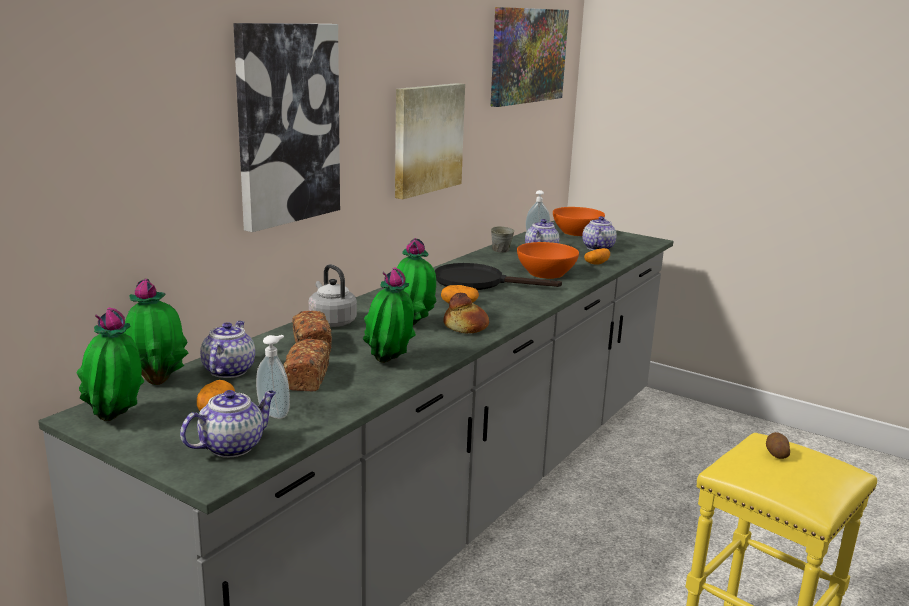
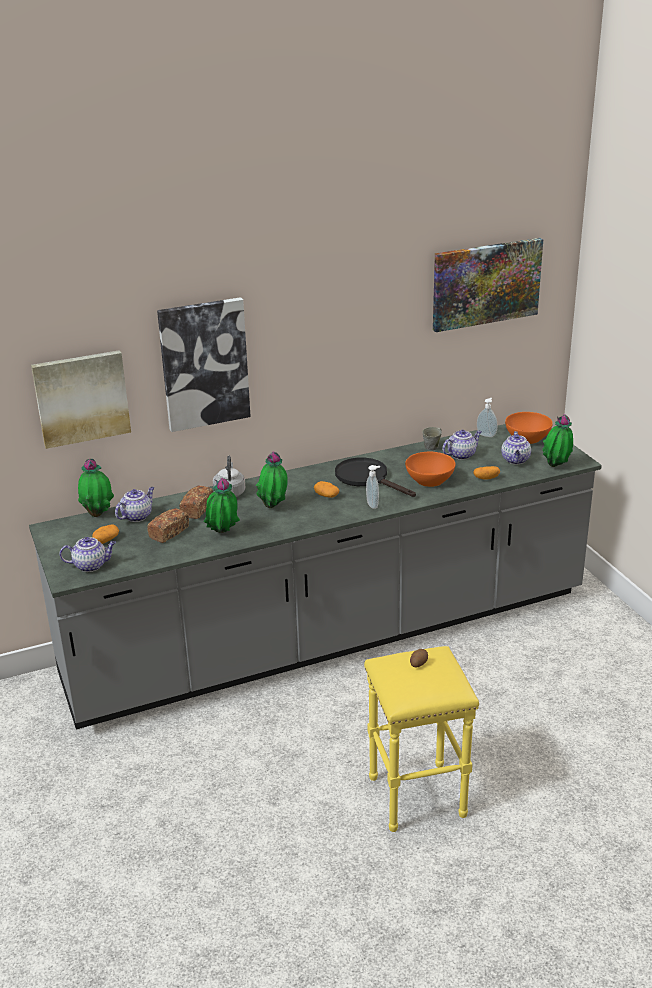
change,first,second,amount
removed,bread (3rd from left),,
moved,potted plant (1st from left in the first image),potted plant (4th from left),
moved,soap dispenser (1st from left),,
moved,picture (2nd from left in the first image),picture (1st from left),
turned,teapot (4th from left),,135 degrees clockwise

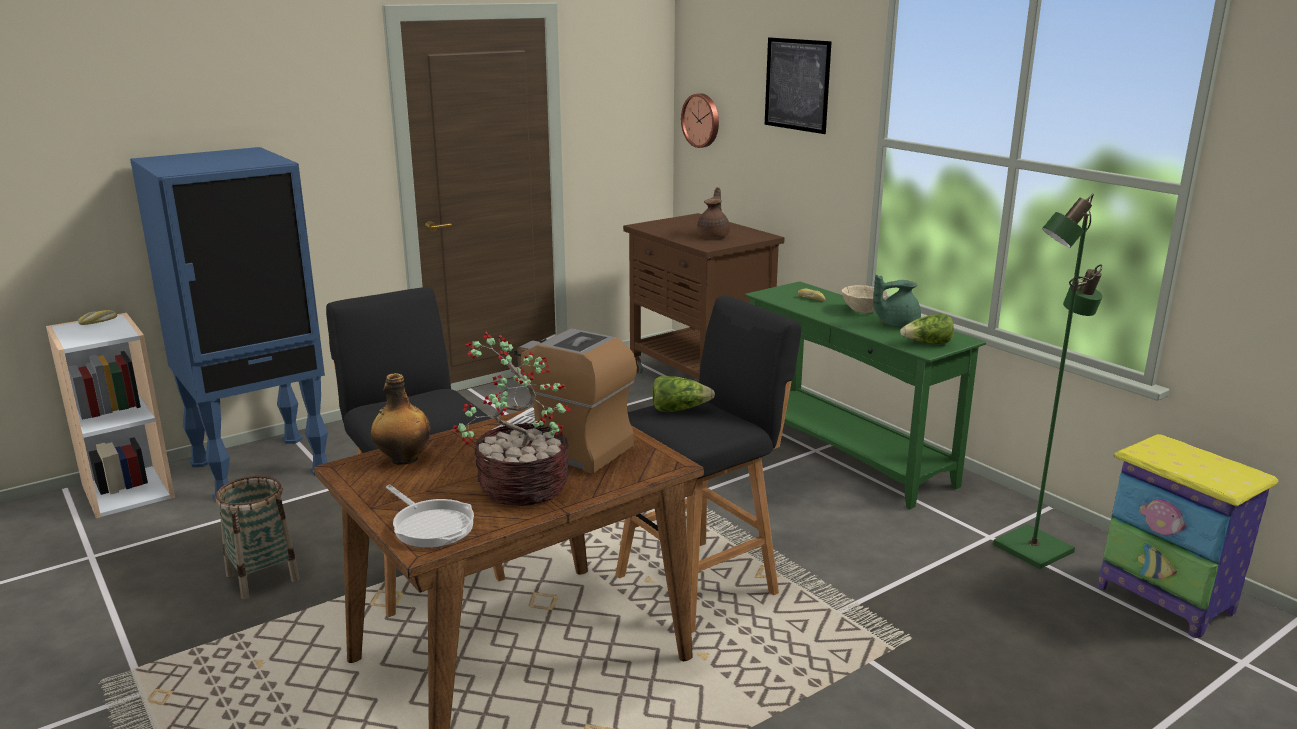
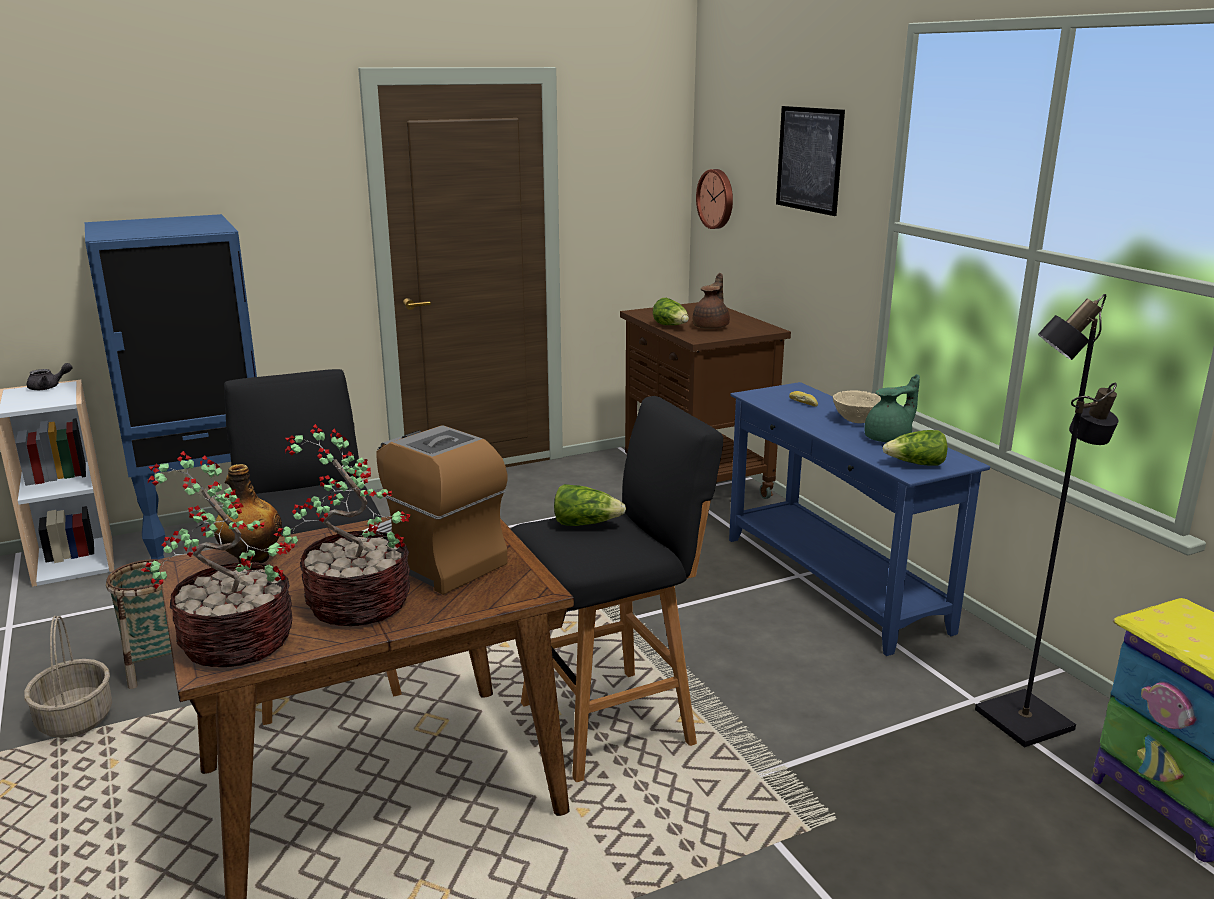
change,first,second,amount
added,,basket (1st from left),
added,,lettuce (2nd from left),
replaced,bread (1st from left),grey teapot,
replaced,frying pan,potted plant (1st from left),
recoloured,green console table,blue console table,
recoloured,green floor lamp,black floor lamp,
turned,green teapot,,150 degrees clockwise

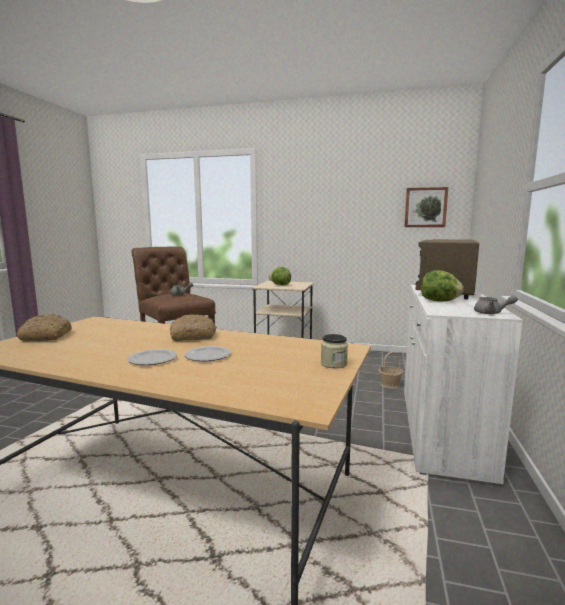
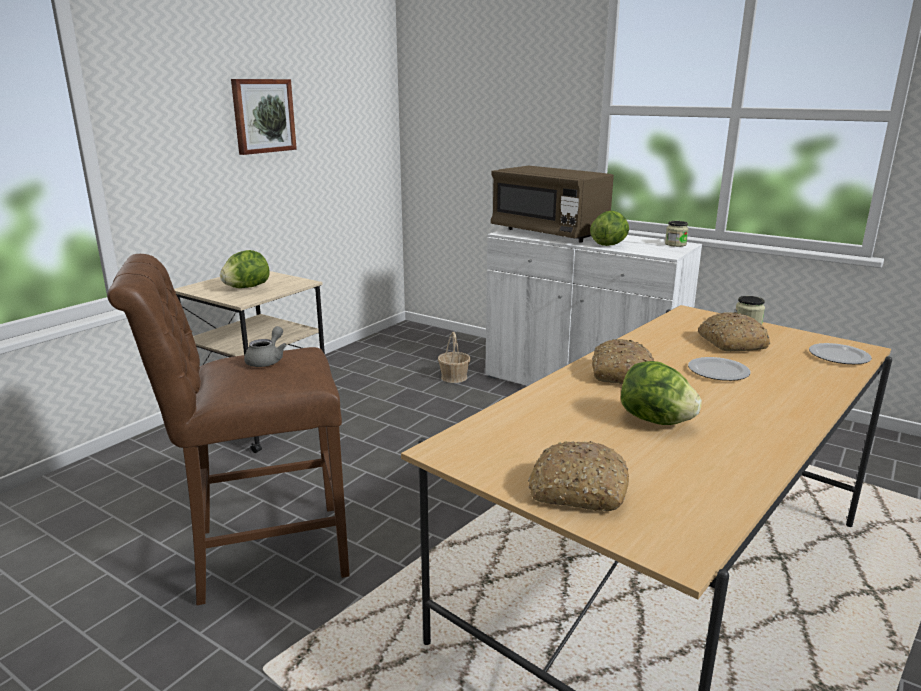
change,first,second,amount
added,,lettuce (3rd from left),
added,,bread (3rd from left),
moved,plate (1st from left in the first image),plate (2nd from left),
moved,picture,,
replaced,grey teapot (2nd from left),jar (1st from left),

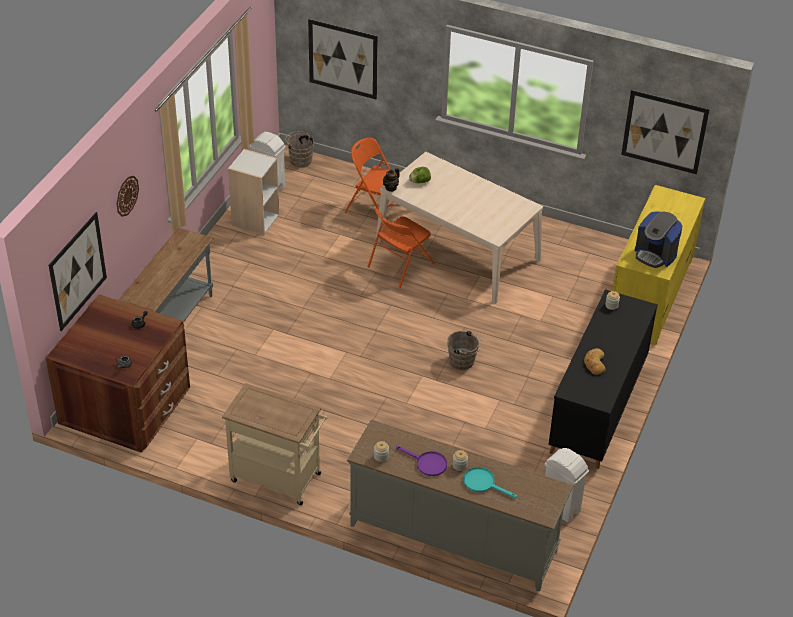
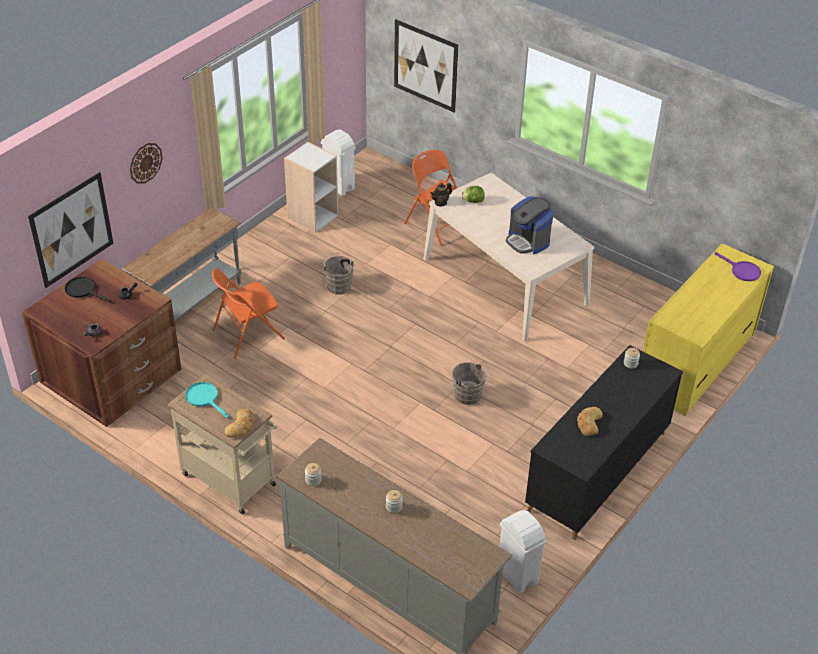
change,first,second,amount
removed,picture (3rd from left),,
added,,black frying pan,
added,,bread (1st from left),
moved,brown bucket (1st from left),,
moved,orange chair (2nd from left in the first image),orange chair (1st from left),
moved,purple frying pan,,
moved,turquoise frying pan,,
moved,coffee machine,,

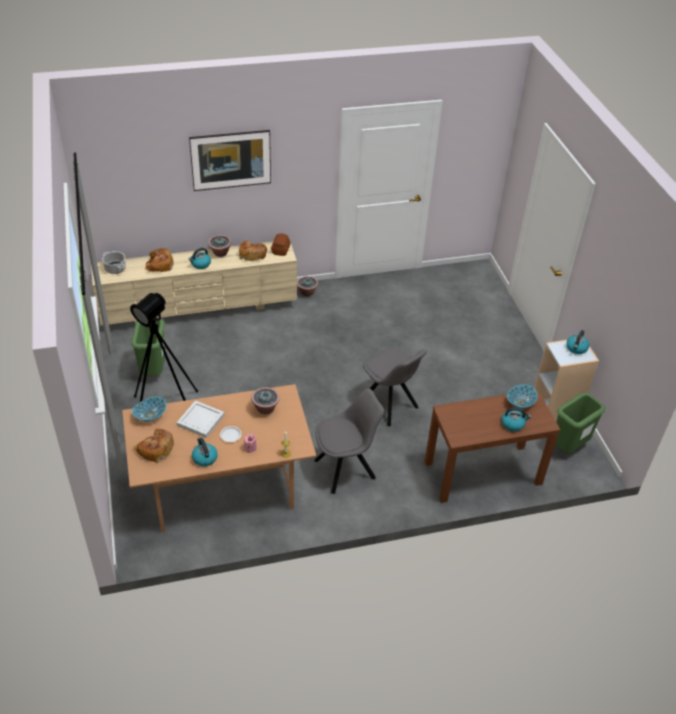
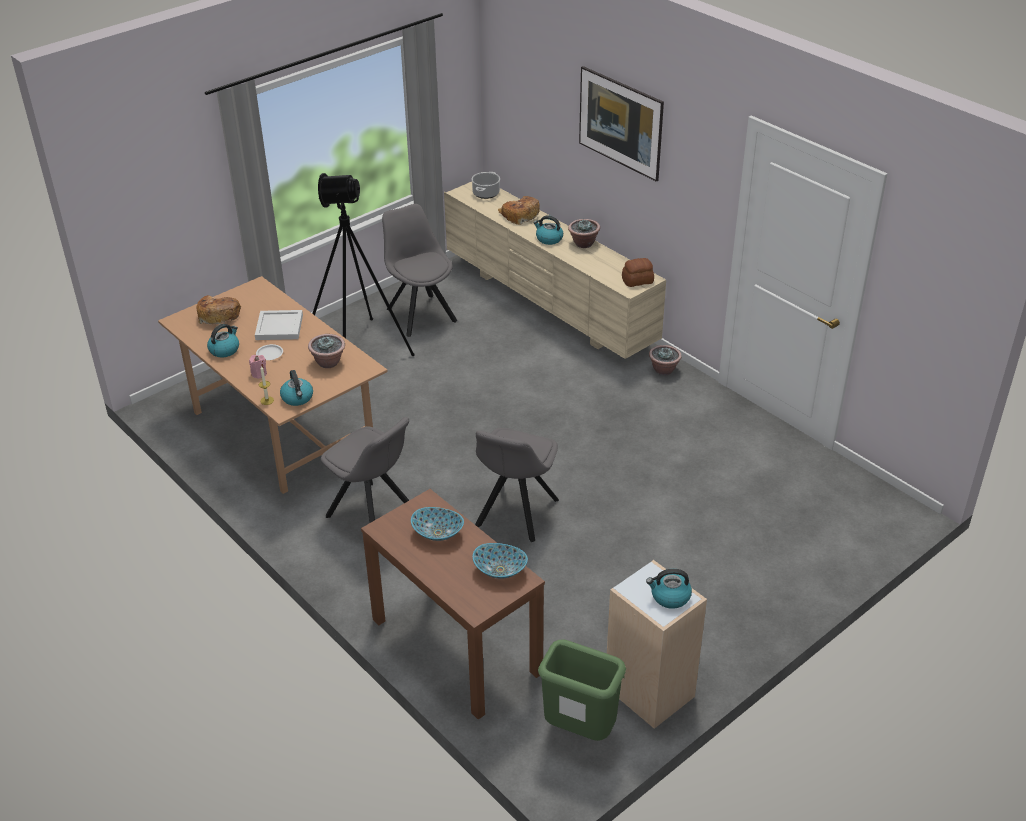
change,first,second,amount
removed,bread (3rd from left),,
moved,bowl (1st from left),,
moved,kettle (3rd from left in the first image),kettle (2nd from left),
replaced,green trash can (1st from left),grey chair (2nd from left),

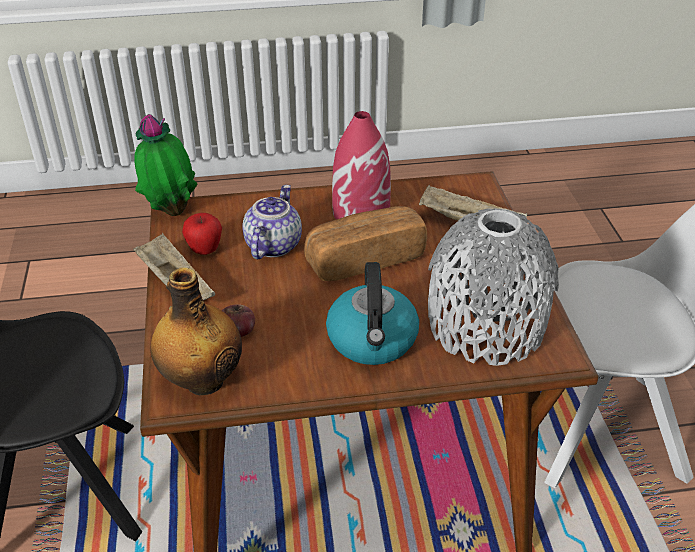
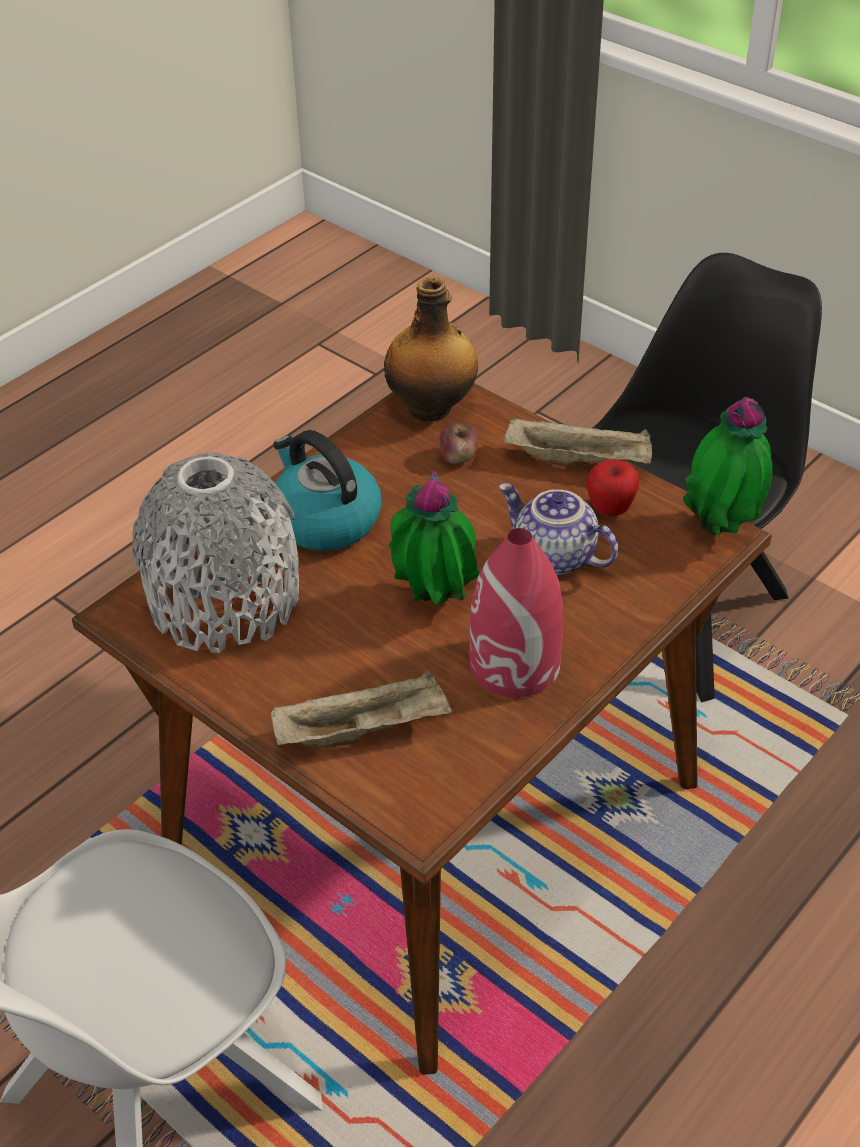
change,first,second,amount
replaced,bread,potted plant (1st from left),
turned,teapot,,150 degrees clockwise

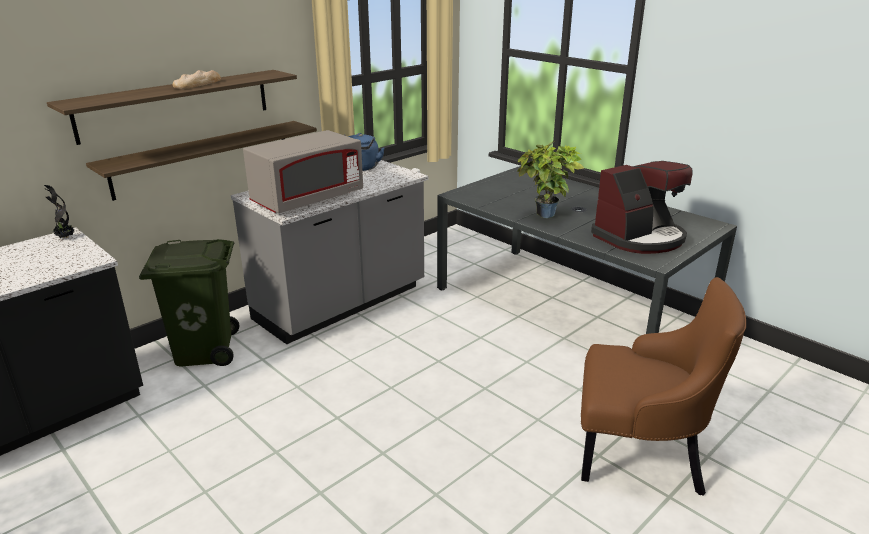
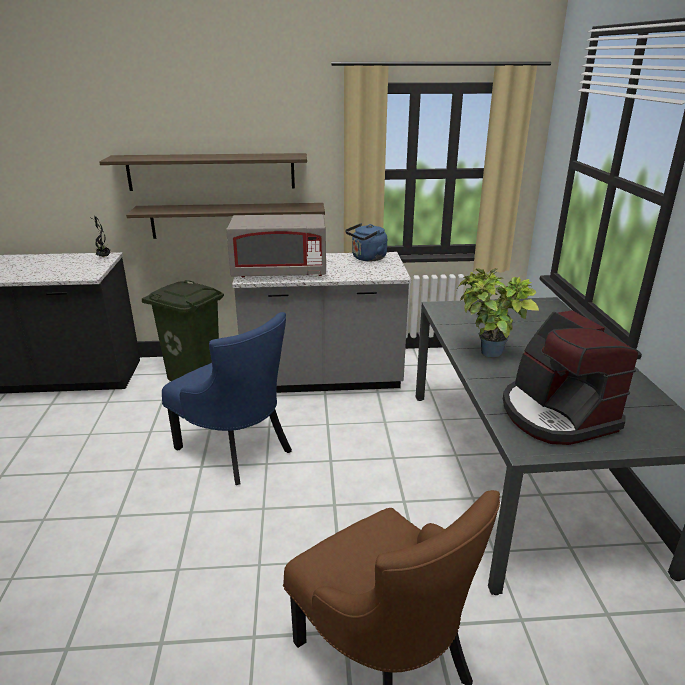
change,first,second,amount
removed,bread,,
added,,blue chair,
turned,coffee machine,,60 degrees clockwise

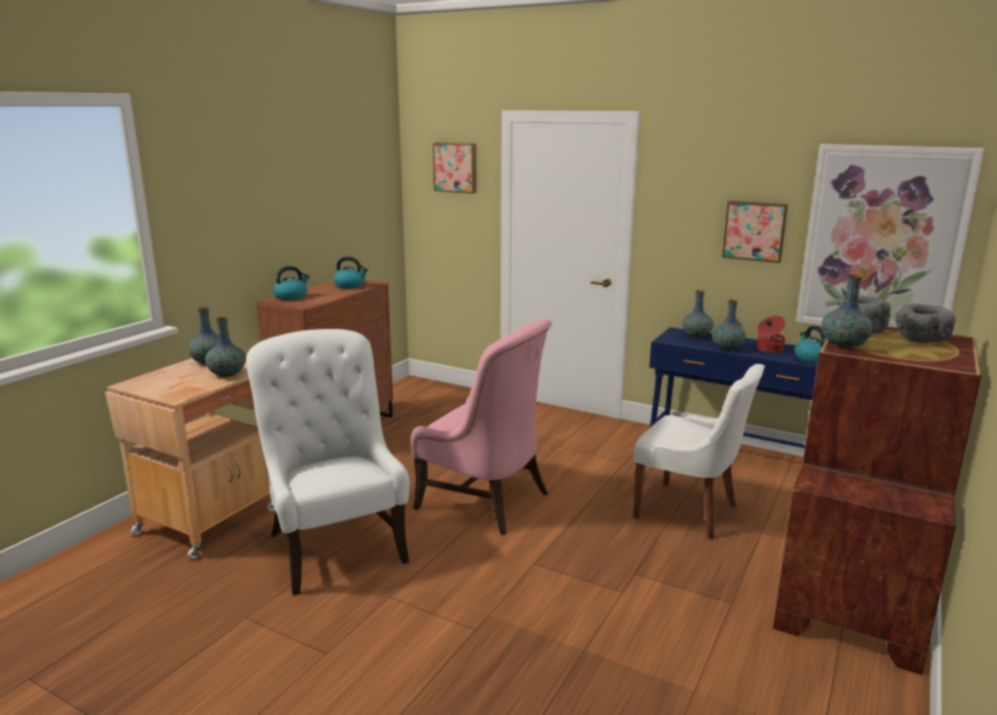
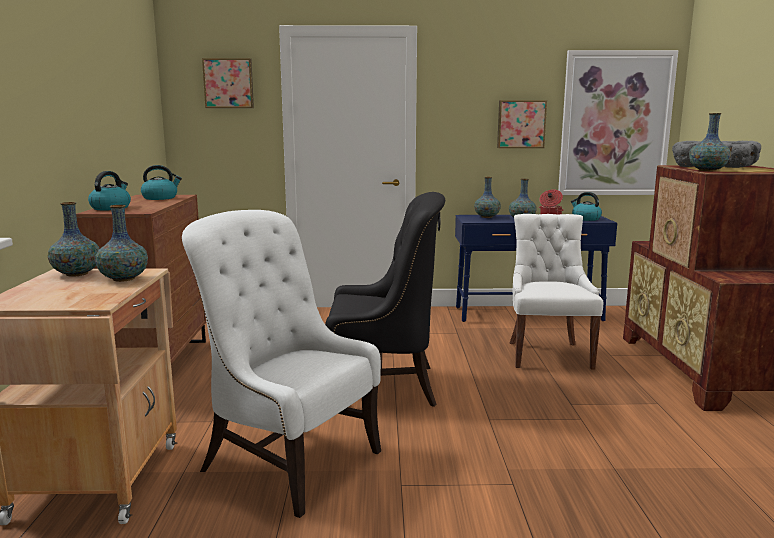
change,first,second,amount
recoloured,pink chair,black chair,
turned,white chair (2nd from left),,90 degrees counterclockwise

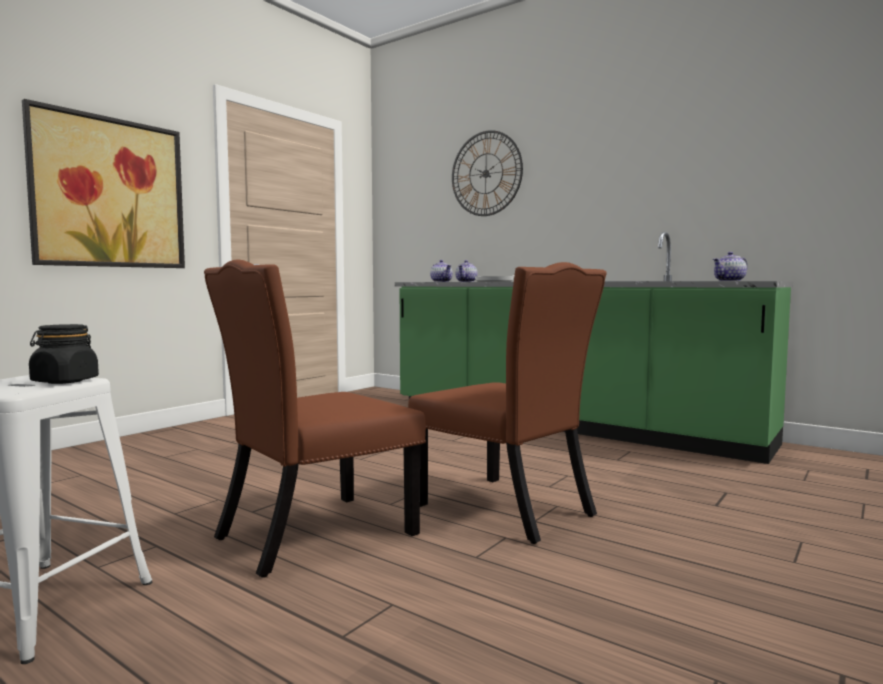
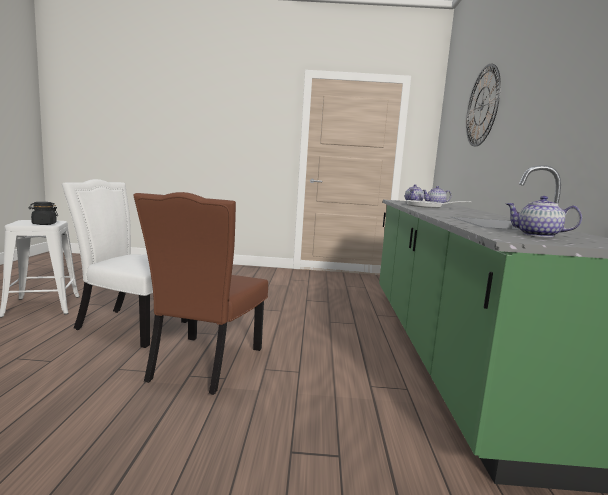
change,first,second,amount
removed,picture,,
recoloured,brown chair (1st from left),white chair,

